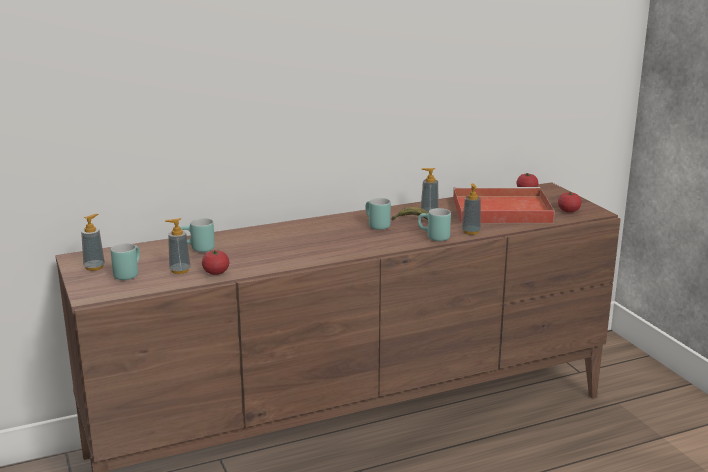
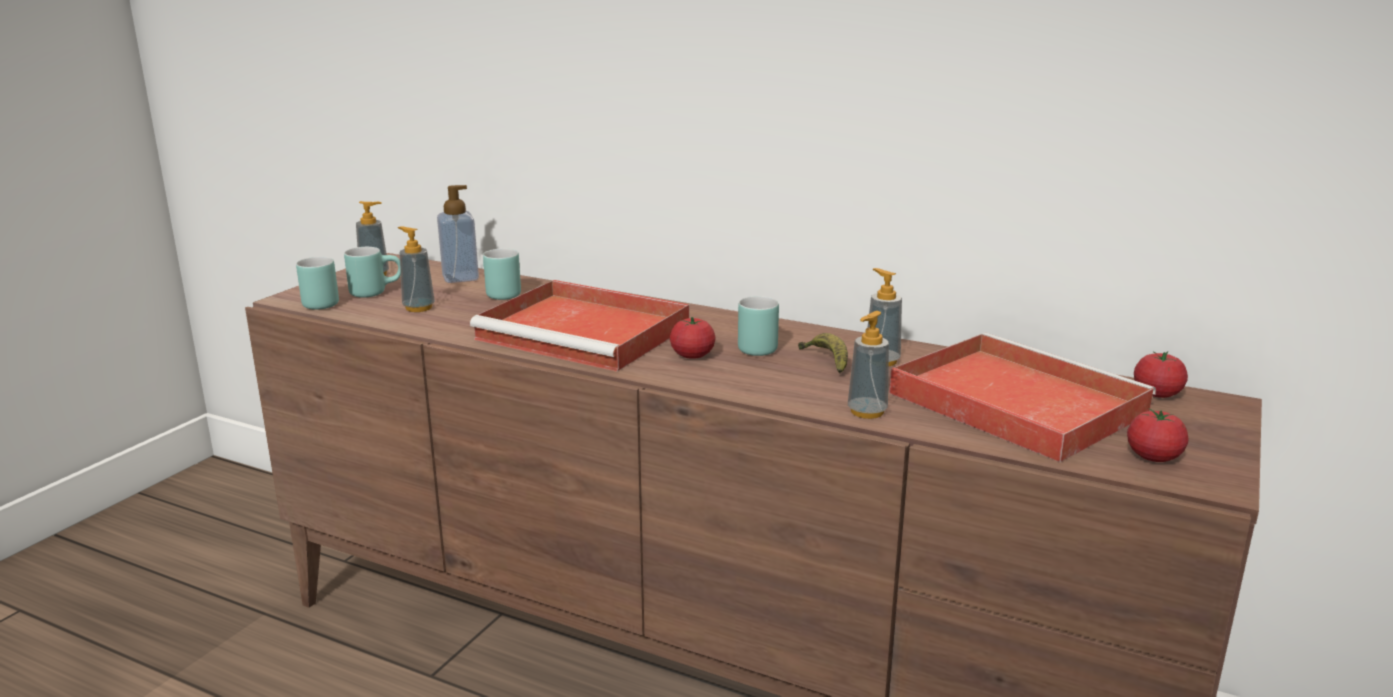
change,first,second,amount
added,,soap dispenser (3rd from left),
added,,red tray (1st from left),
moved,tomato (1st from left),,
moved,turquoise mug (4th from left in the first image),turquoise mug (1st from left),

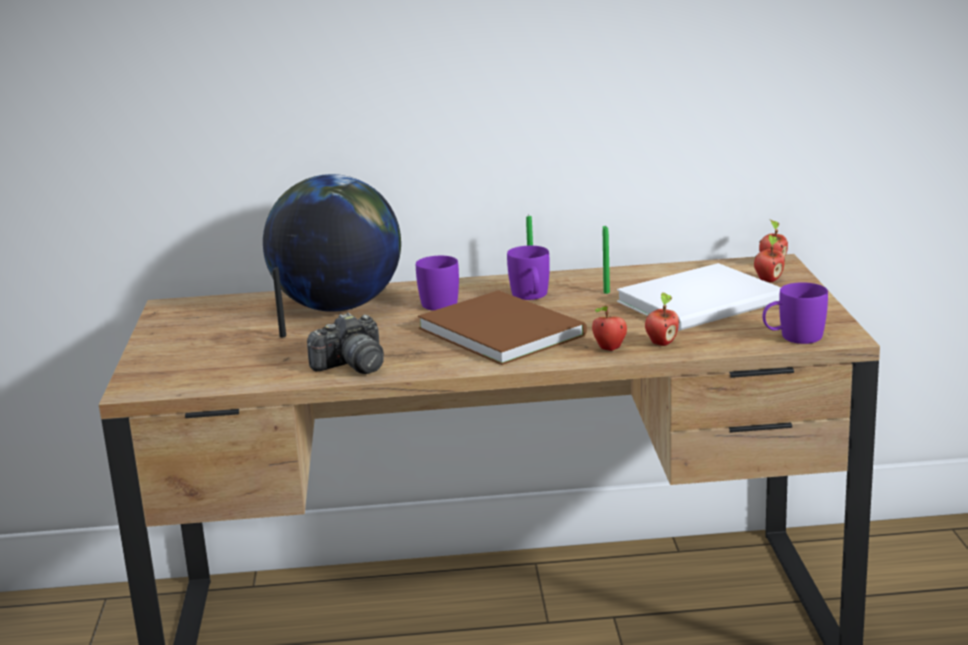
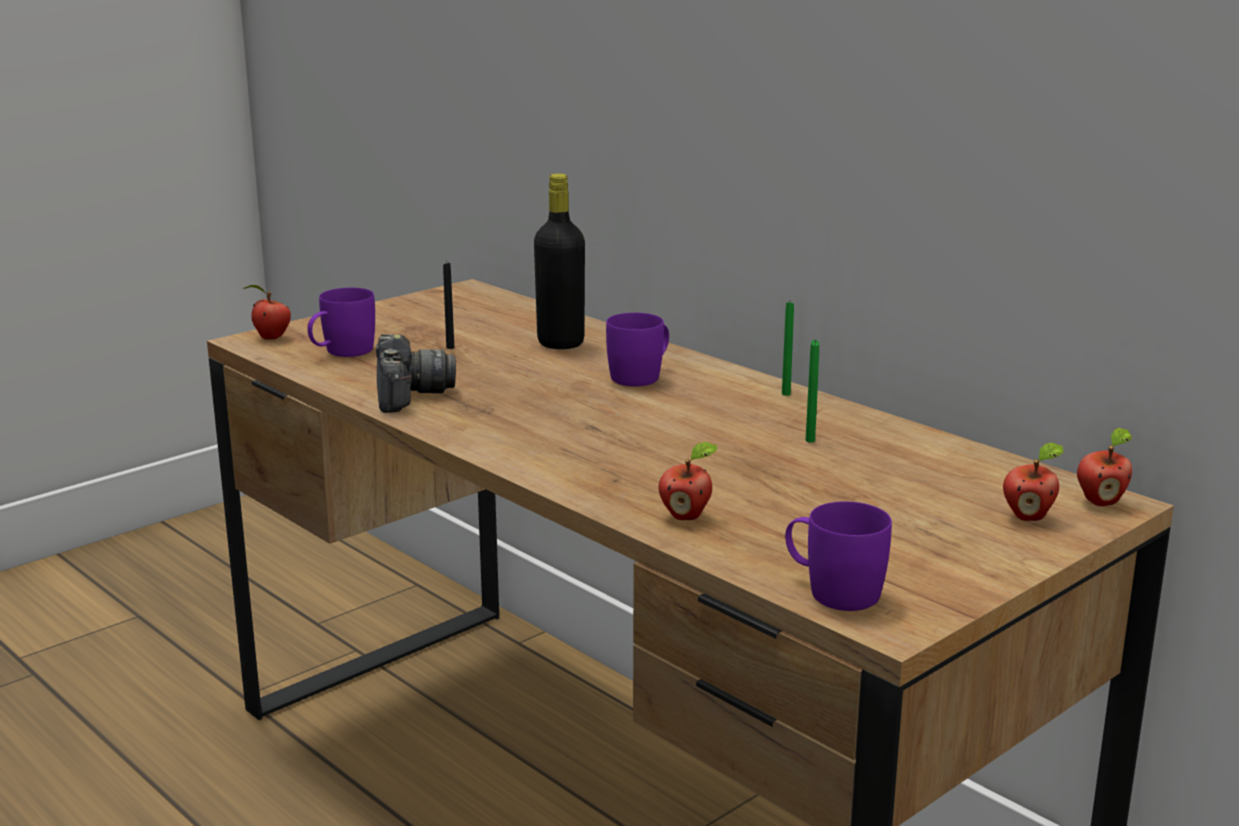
change,first,second,amount
removed,brown book,,
removed,white book,,
moved,purple mug (2nd from left in the first image),purple mug (1st from left),
moved,apple (1st from left),,
replaced,globe,black bottle,
turned,photo camera,,120 degrees counterclockwise

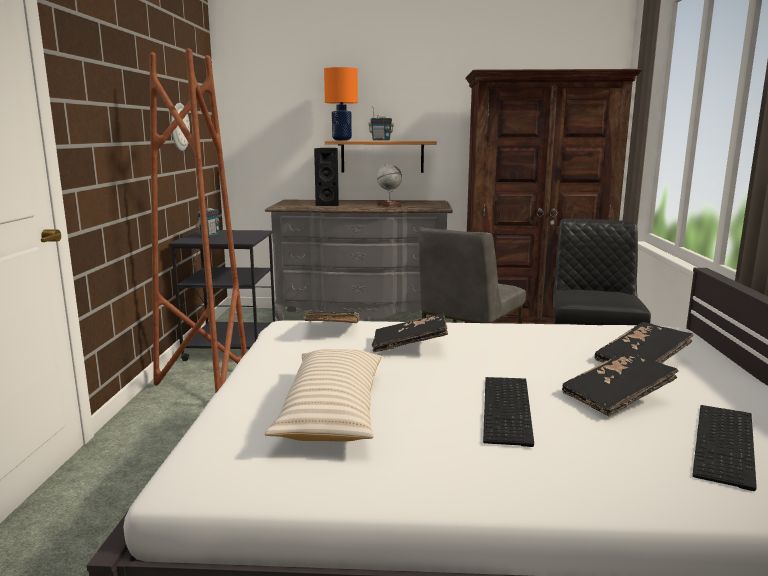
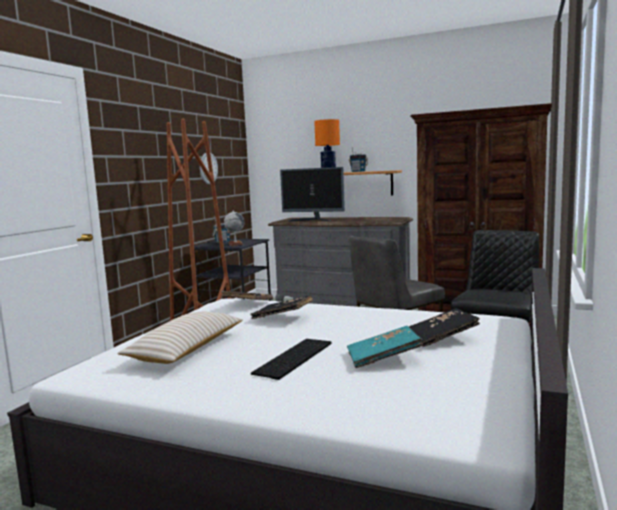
change,first,second,amount
removed,keyboard (2nd from left),,
moved,globe,,
replaced,black speaker,monitor,
recoloured,black book (3rd from left),turquoise book,

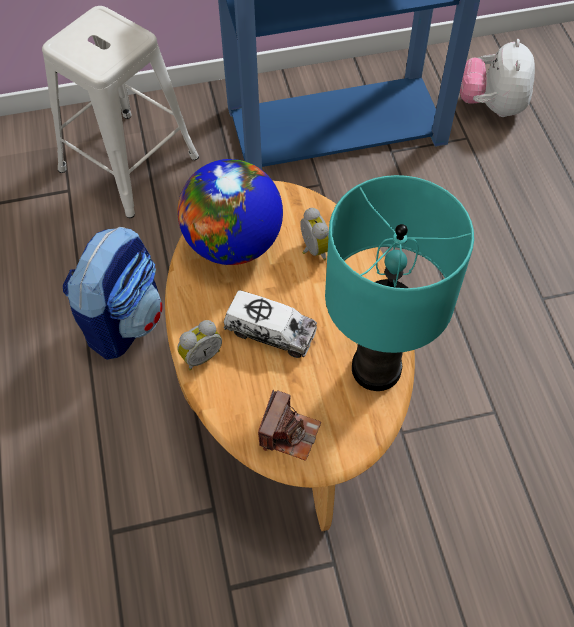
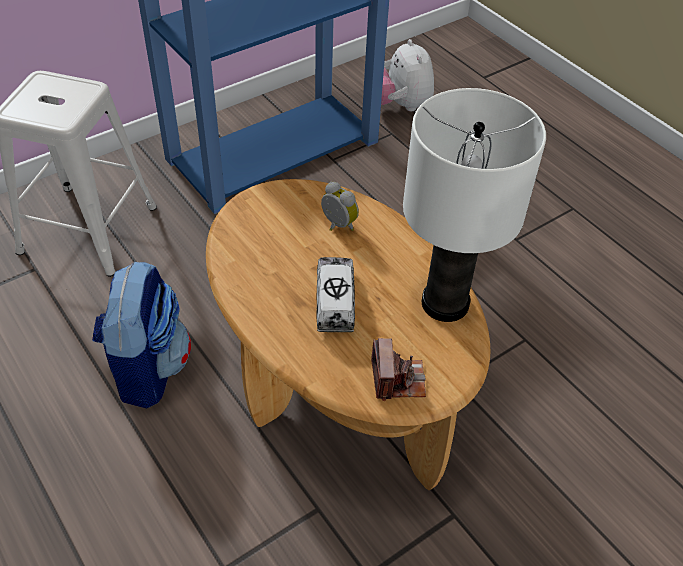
change,first,second,amount
removed,alarm clock (1st from left),,
removed,globe,,
recoloured,turquoise table lamp,white table lamp,
turned,toy truck,,90 degrees counterclockwise

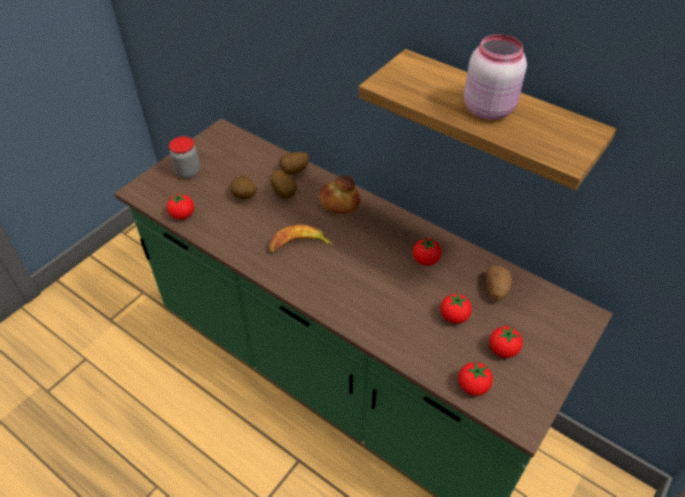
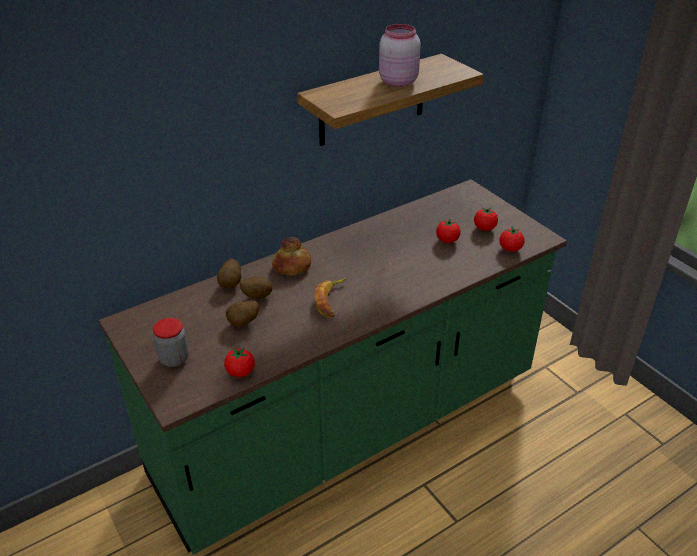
change,first,second,amount
removed,tomato (2nd from left),,
removed,potato (4th from left),,

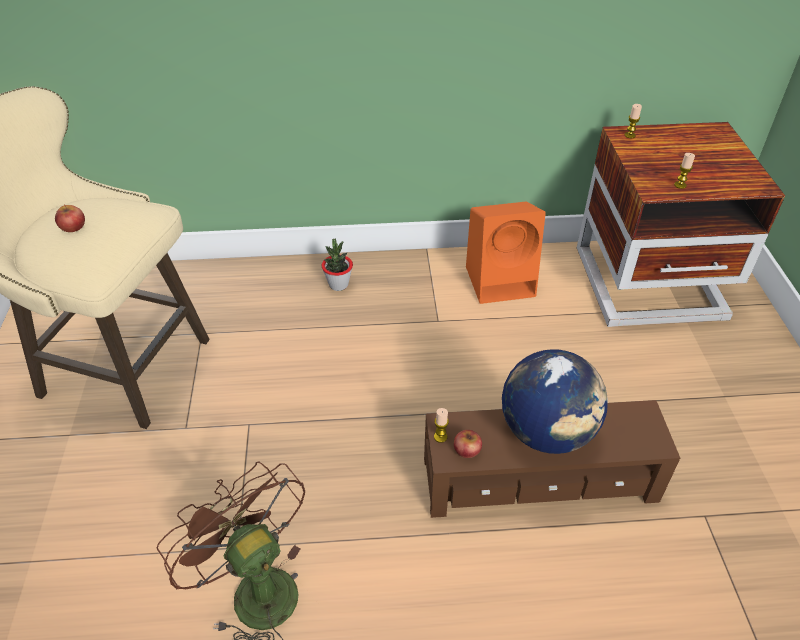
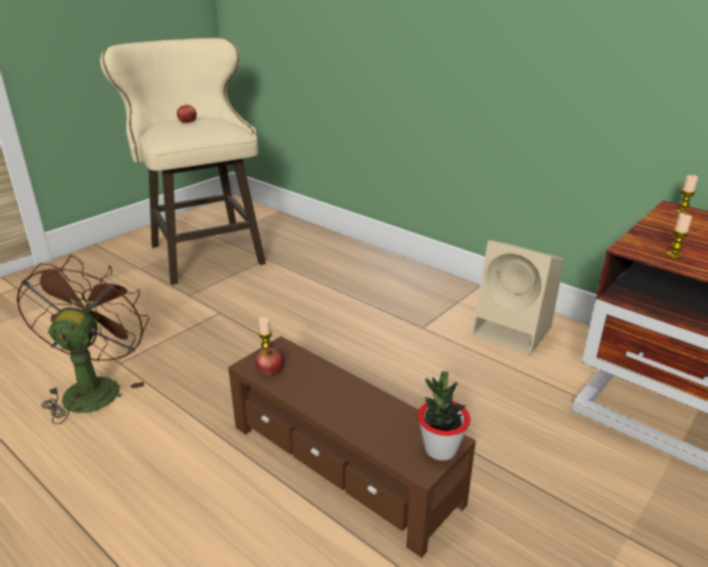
change,first,second,amount
removed,globe,,
moved,potted plant,,
recoloured,orange speaker,beige speaker,

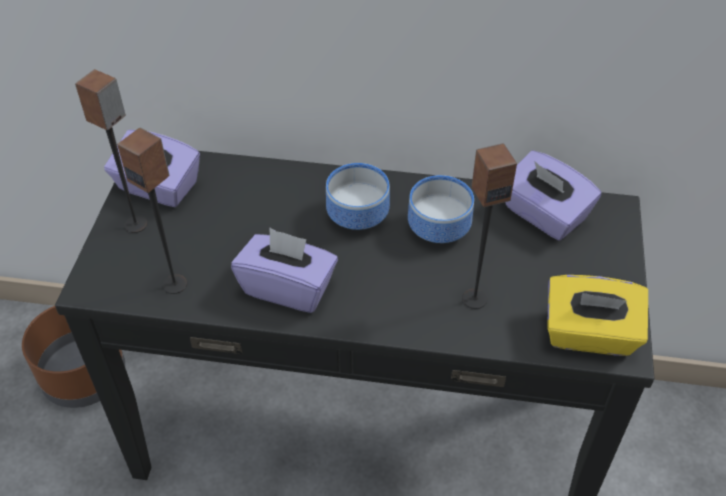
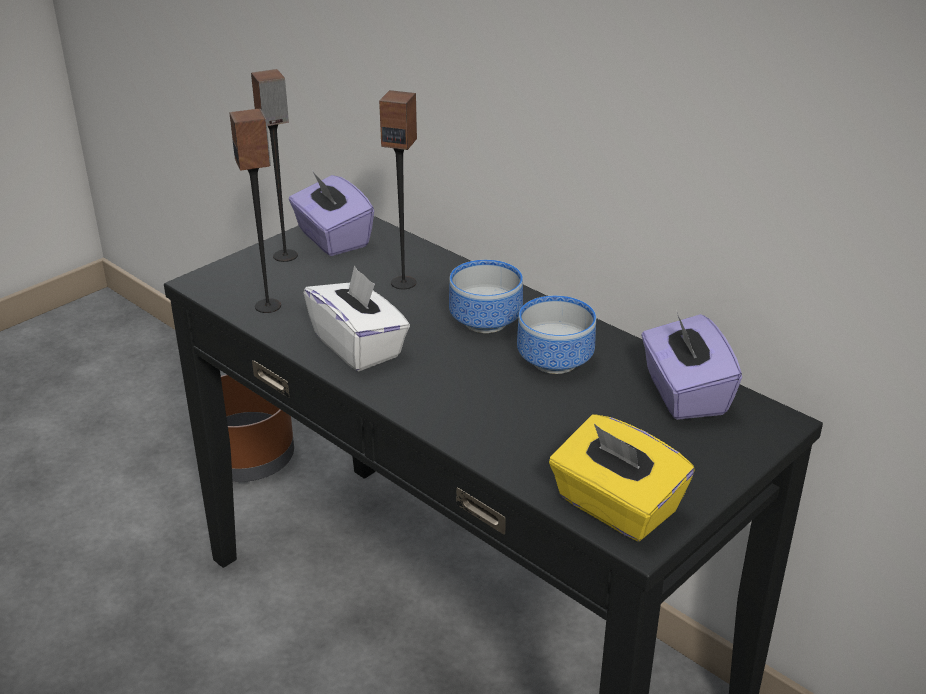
change,first,second,amount
moved,speaker (3rd from left),,
recoloured,purple tissue box (2nd from left),white tissue box,

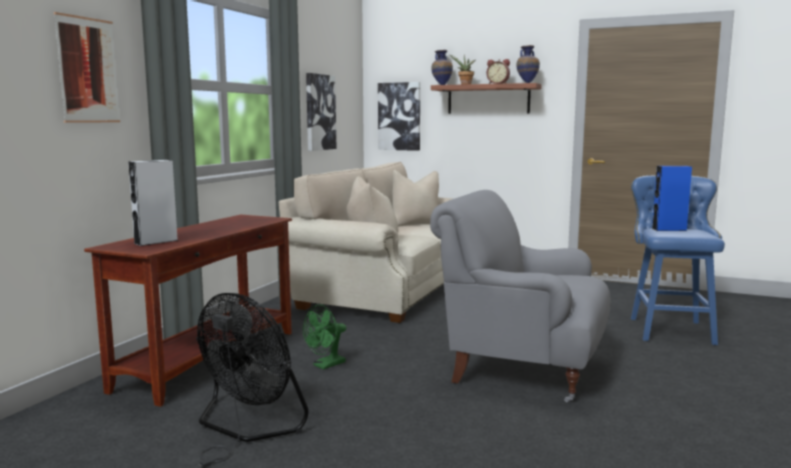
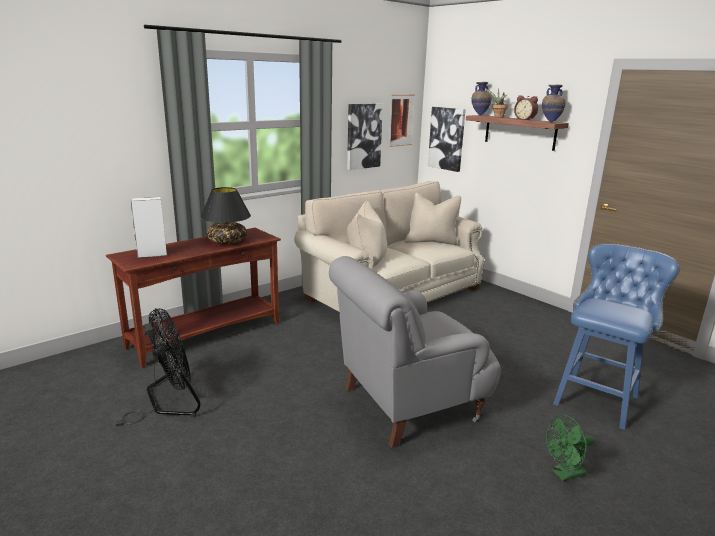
change,first,second,amount
removed,blue speaker,,
added,,black table lamp,
moved,picture (1st from left in the first image),picture (2nd from left),
moved,green fan,,
turned,grey armchair,,75 degrees counterclockwise

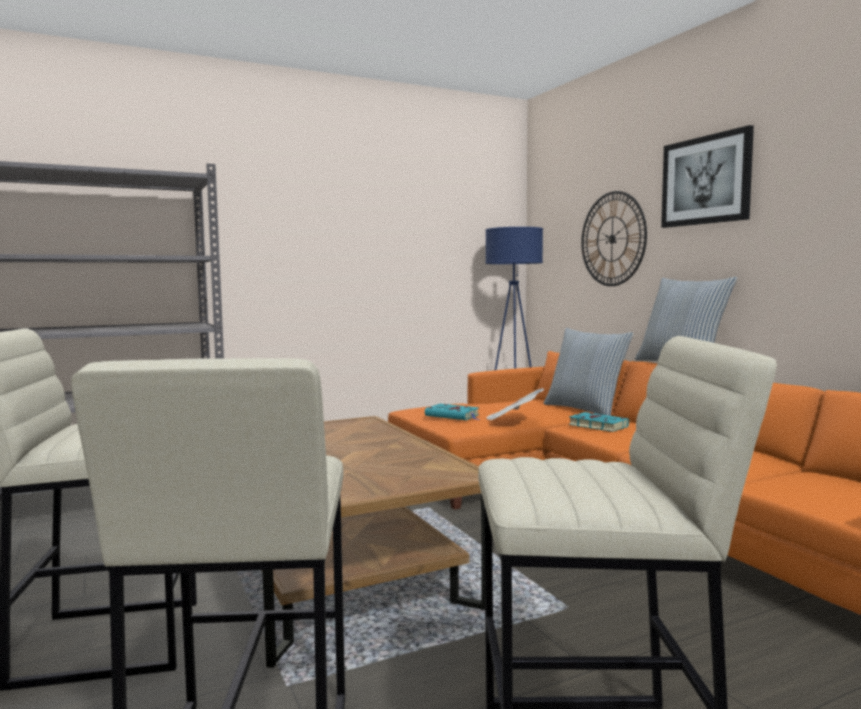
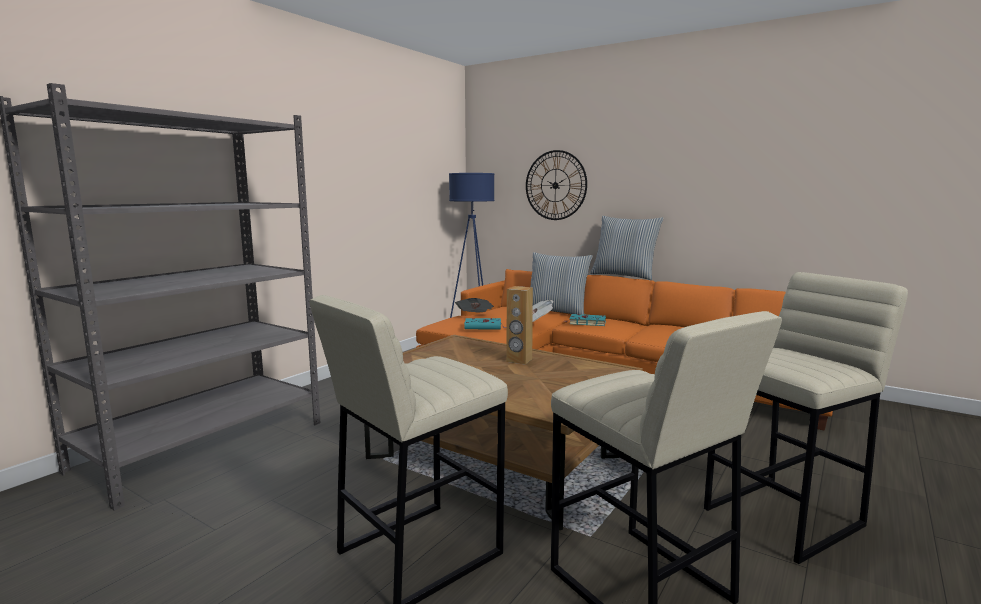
change,first,second,amount
removed,picture,,
added,,newspaper (1st from left),
added,,brown speaker,

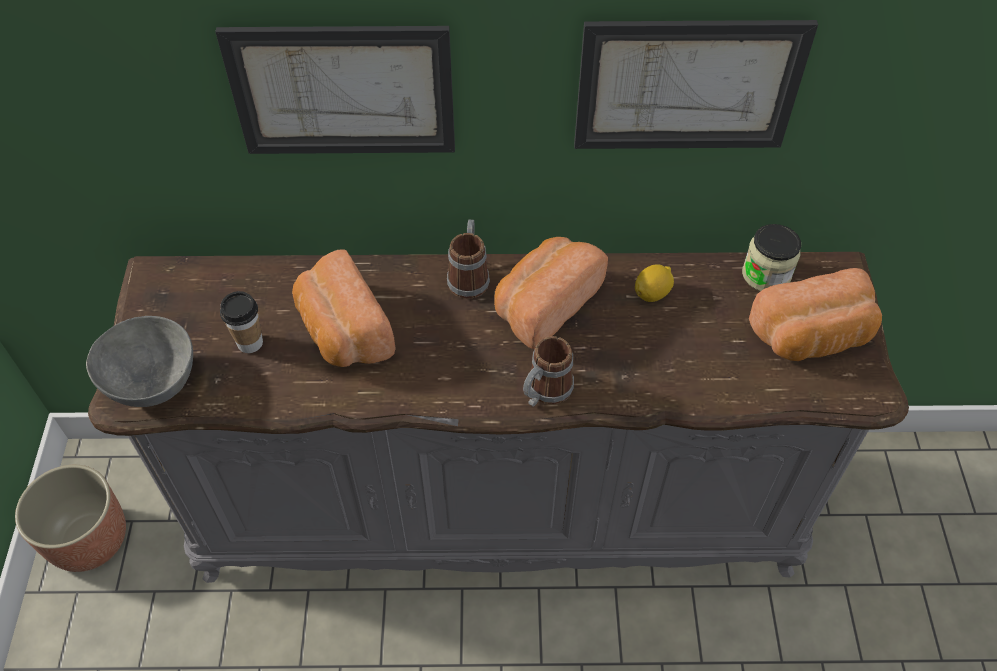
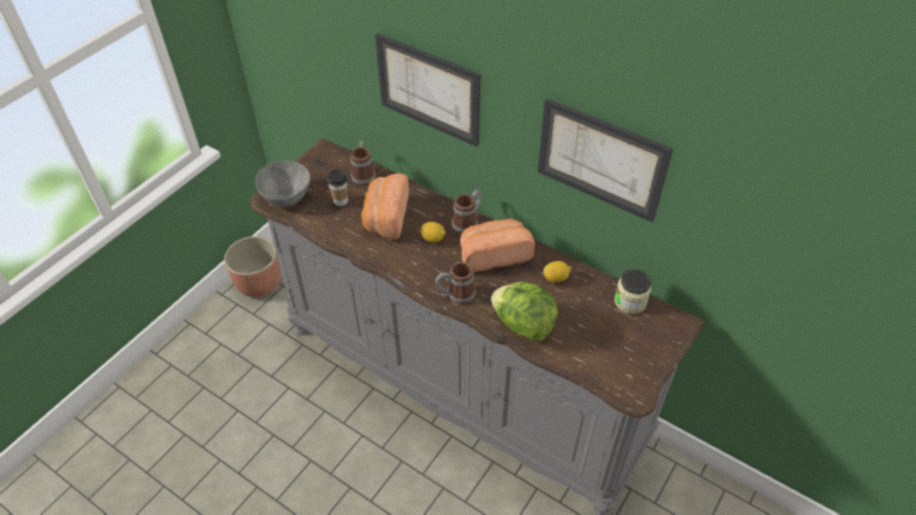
change,first,second,amount
removed,bread (3rd from left),,
added,,mug (1st from left),
added,,lemon (1st from left),
added,,lettuce,

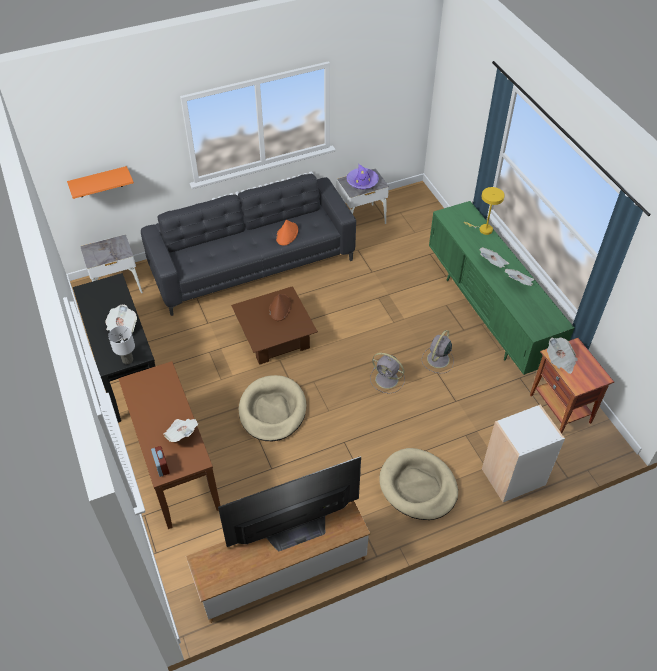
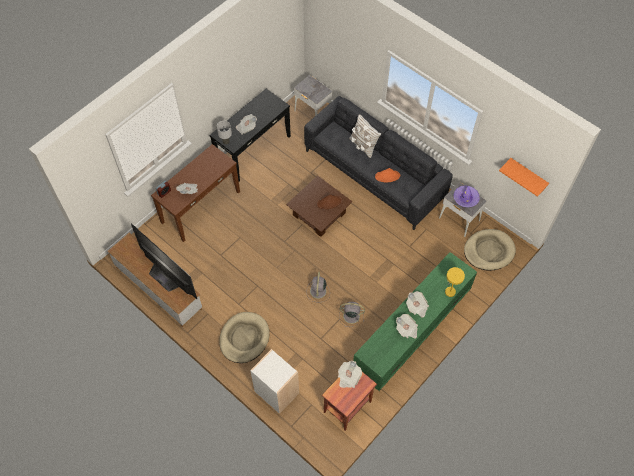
change,first,second,amount
added,,white pillow,
moved,orange shelf,,
moved,beige dog bed (1st from left in the first image),beige dog bed (2nd from left),

